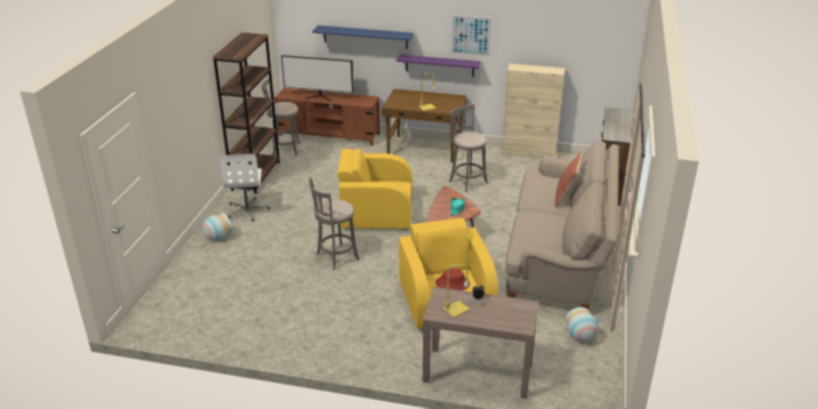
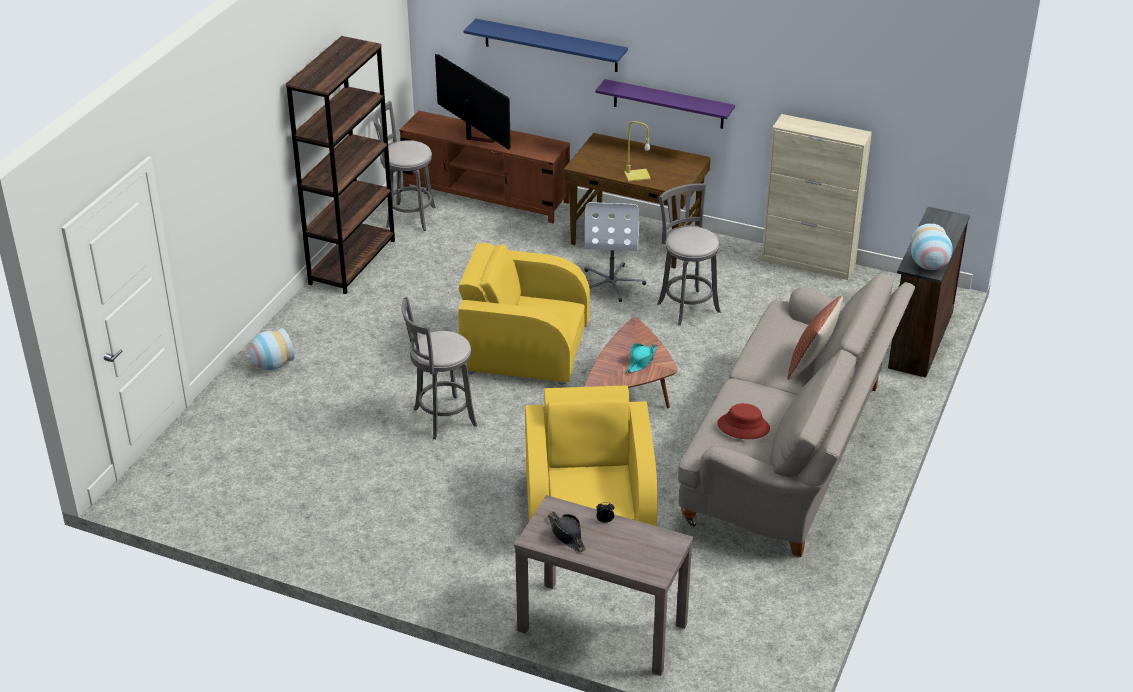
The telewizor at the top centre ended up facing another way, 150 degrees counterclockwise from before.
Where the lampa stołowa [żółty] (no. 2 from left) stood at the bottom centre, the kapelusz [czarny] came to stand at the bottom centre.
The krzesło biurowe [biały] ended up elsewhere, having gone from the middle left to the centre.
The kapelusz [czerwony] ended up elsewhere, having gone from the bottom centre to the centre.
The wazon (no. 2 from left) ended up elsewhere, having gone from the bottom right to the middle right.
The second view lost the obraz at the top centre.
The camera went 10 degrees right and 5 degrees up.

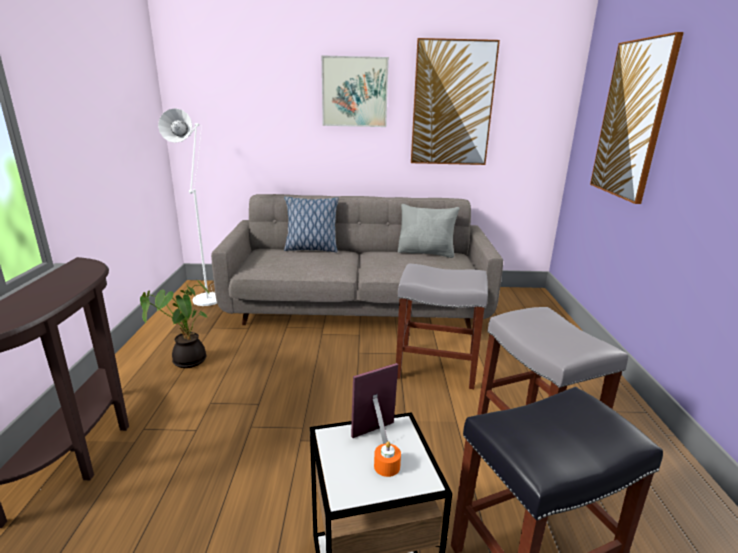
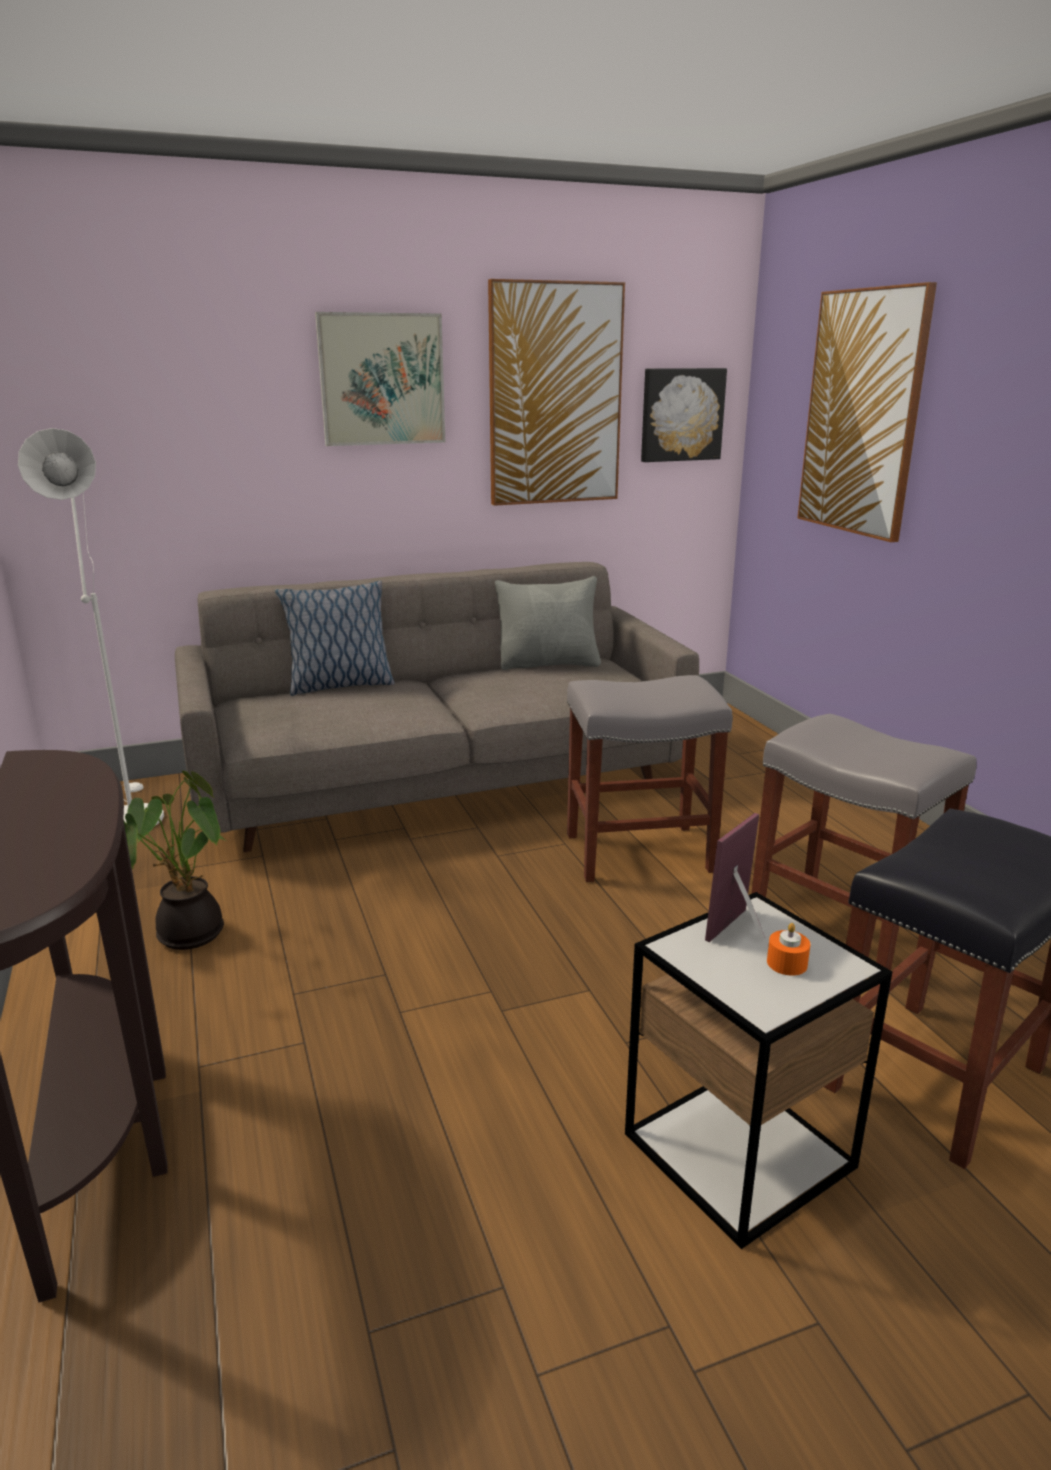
The second view gained the obraz (no. 3 from left) at the top centre.
The camera went 20 degrees left and 0 degrees up.

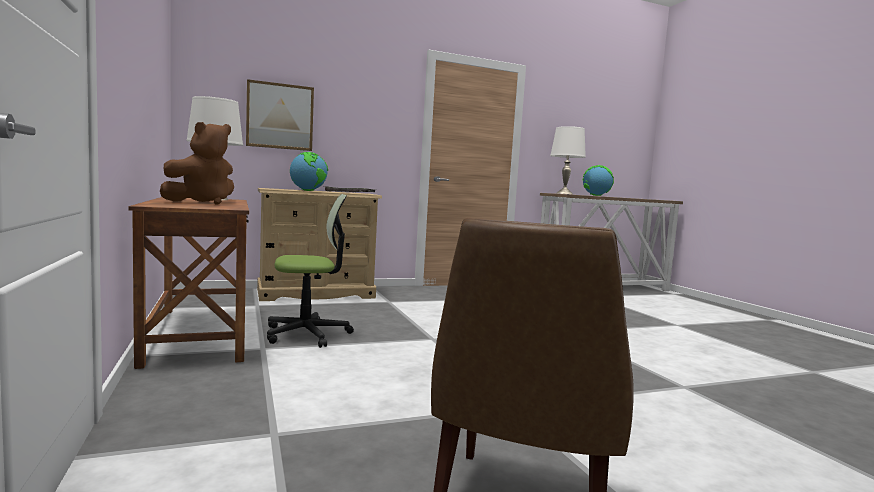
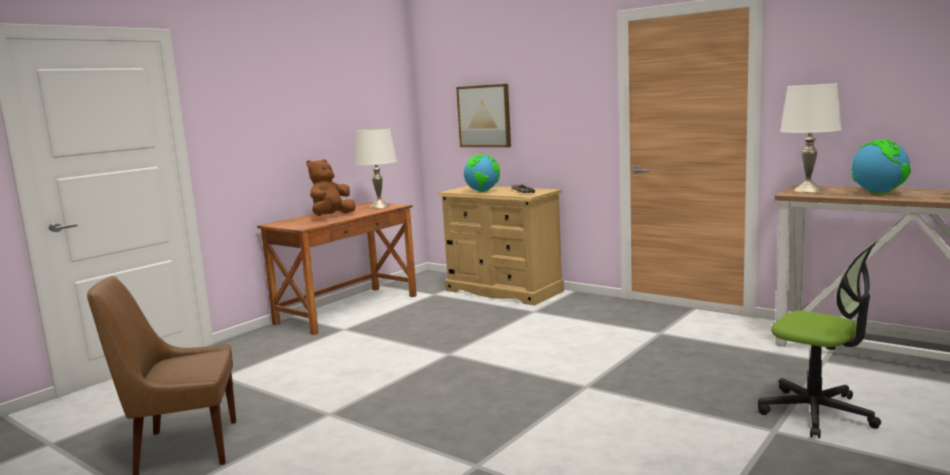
The pluszak [brązowy] at the top left ended up facing another way, 120 degrees clockwise from before.
The krzesło biurowe ended up elsewhere, having gone from the centre to the bottom right.
The camera went 60 degrees right and 5 degrees up.

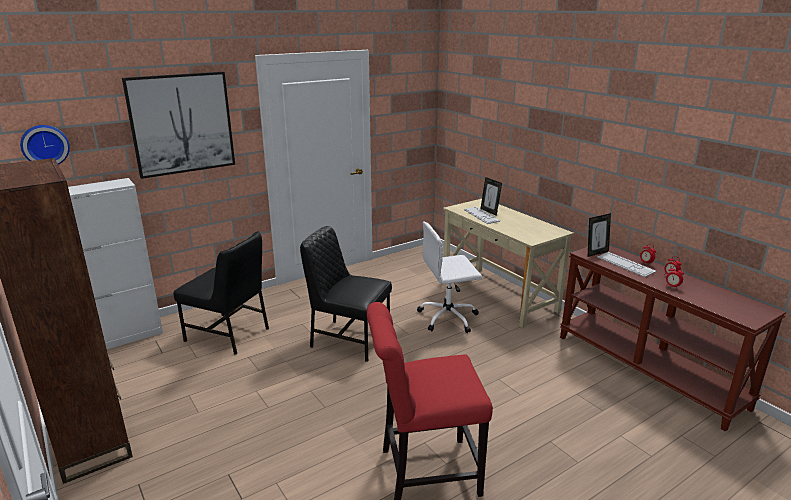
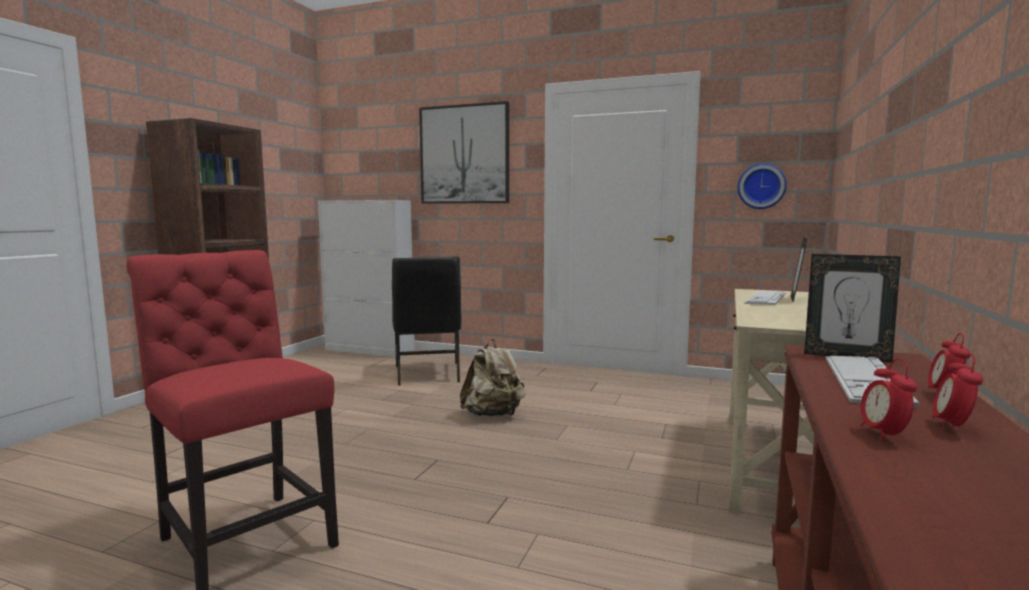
Where the krzesło [czarny] (no. 2 from left) stood at the centre, the plecak [beżowy] came to stand at the centre.
The zegar ścienny ended up elsewhere, having gone from the top left to the top right.
The second view lost the krzesło biurowe [biały] at the centre.
The camera went 55 degrees right and 15 degrees down.

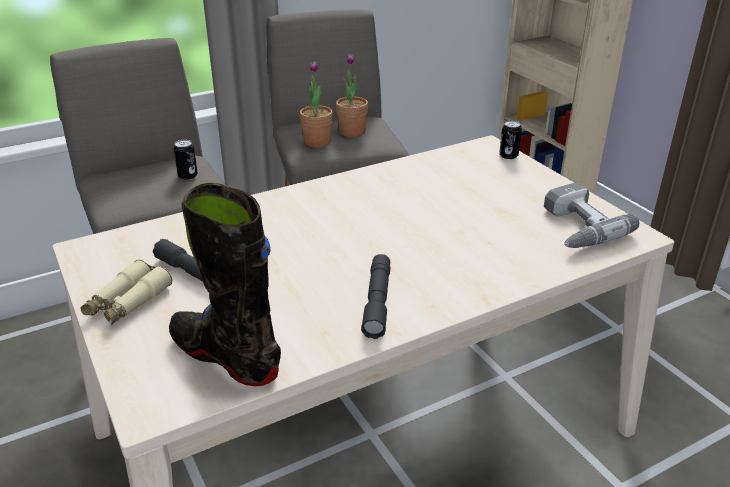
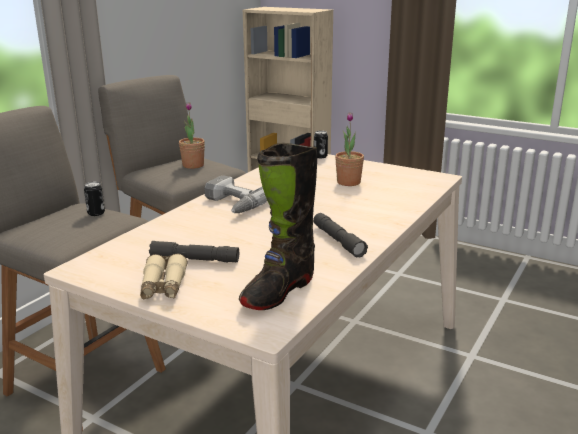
The wiertarka ended up elsewhere, having gone from the middle right to the centre.
The but z cholewką [czarny] at the middle left ended up facing another way, 60 degrees counterclockwise from before.
The roślina doniczkowa (no. 1 from left in the first image) ended up elsewhere, having gone from the top centre to the centre.
The camera went 30 degrees left and 10 degrees down.

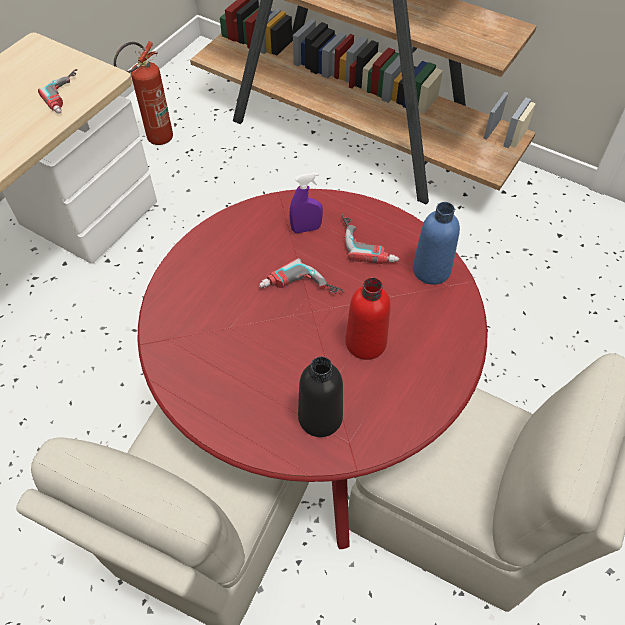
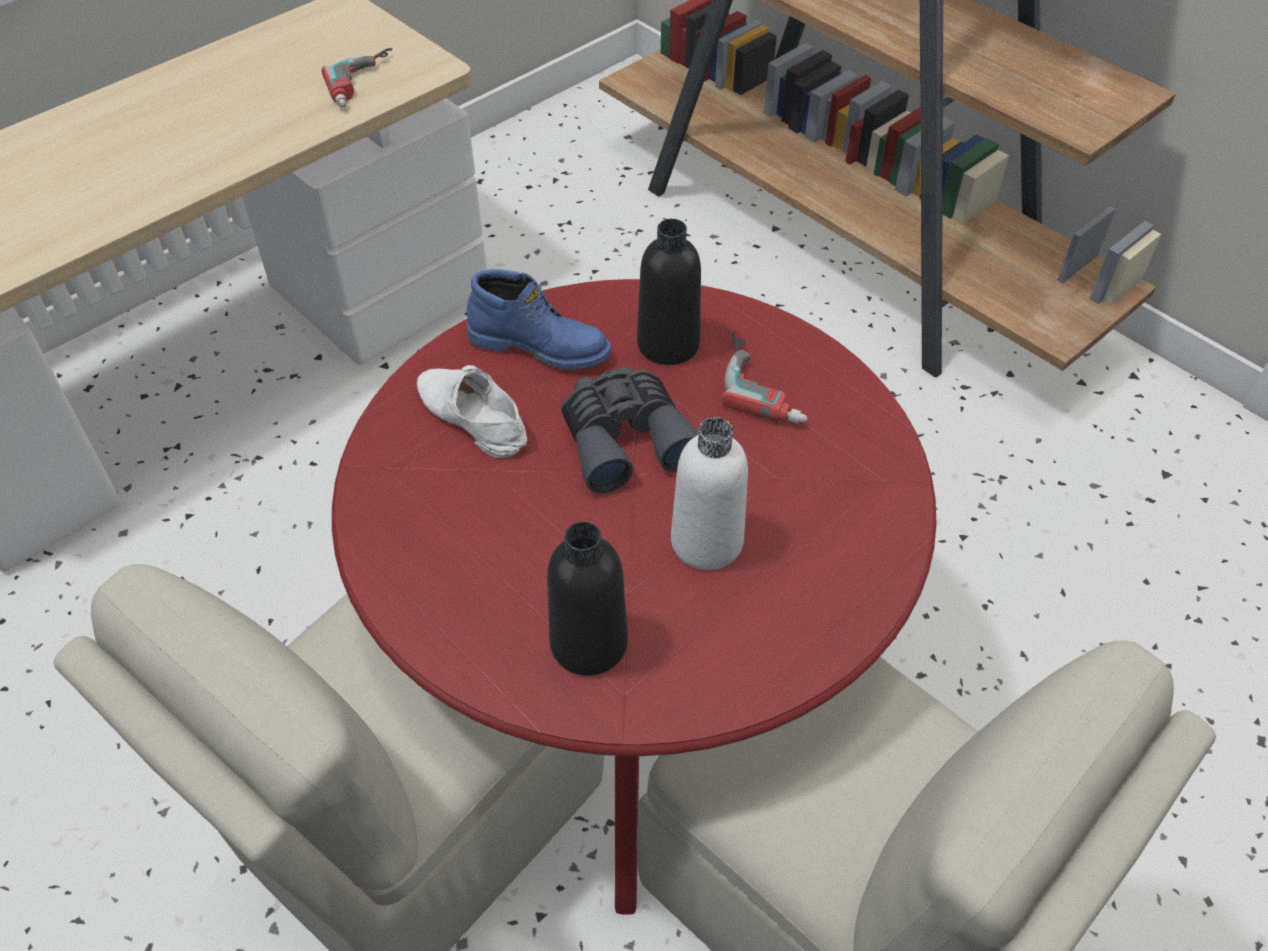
The second view gained the but [biały] at the centre.
The second view gained the but z cholewką [niebieski] at the centre.
Where the wiertarka (no. 2 from left) stood at the centre, the lornetka [szary] came to stand at the centre.
Where the spryskiwacz [fioletowy] stood at the top centre, the butelka [czarny] (no. 2 from left) came to stand at the top centre.
What was the butelka [czerwony] at the centre turned into the butelka [biały] at the centre.
The second view lost the gaśnica at the top left.
The second view lost the butelka [niebieski] at the middle right.
The camera went 15 degrees right and 5 degrees down.

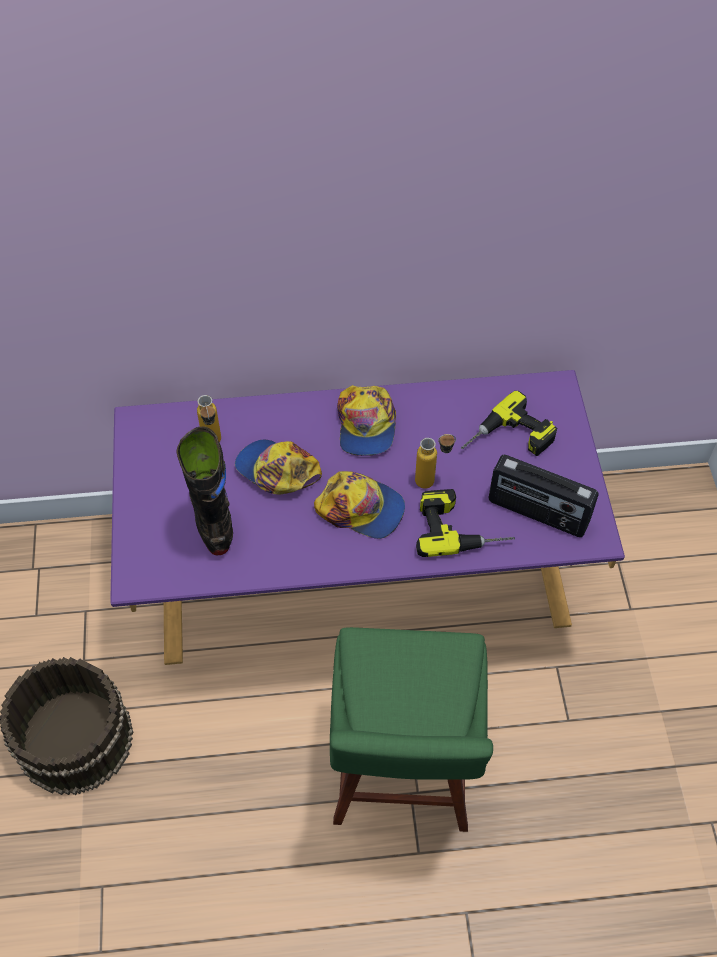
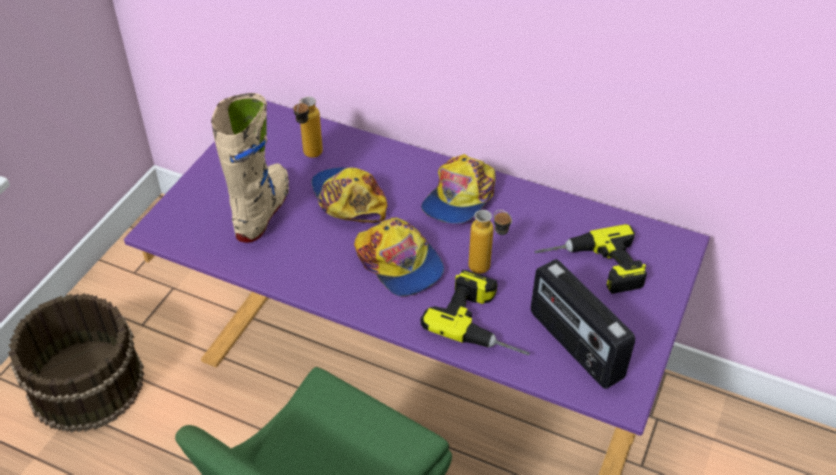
What was the but z cholewką [czarny] at the middle left turned into the but z cholewką [beżowy] at the middle left.
The camera went 30 degrees right and 10 degrees down.

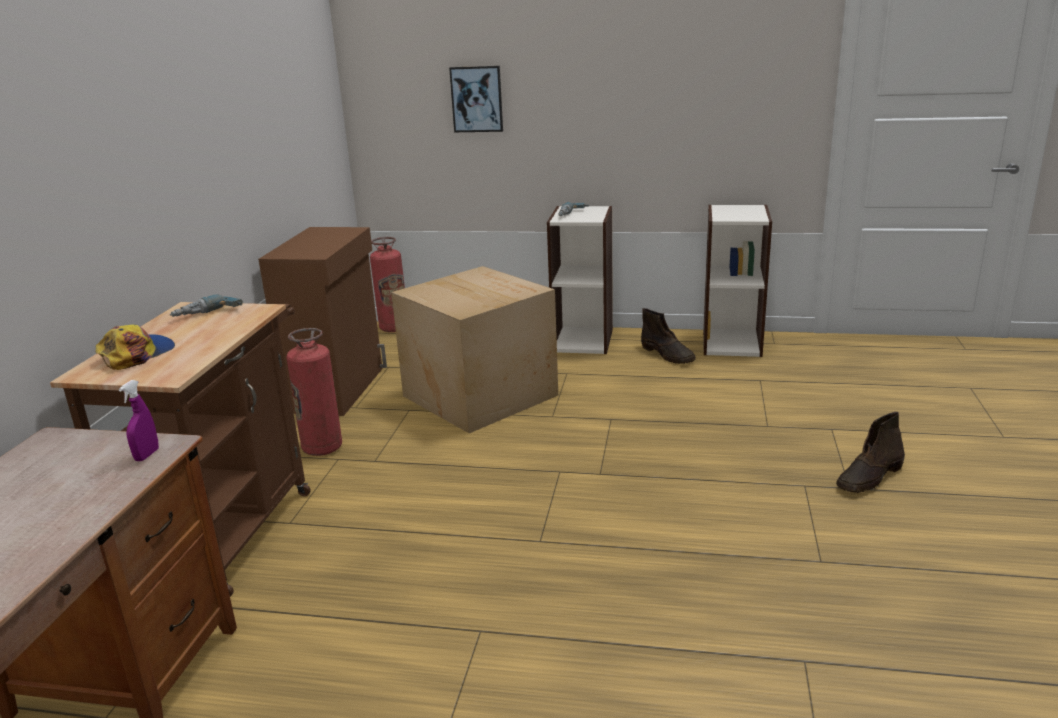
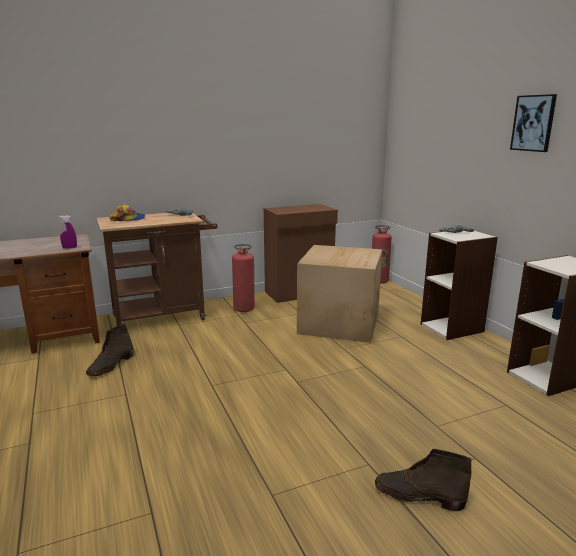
The but z cholewką [brązowy] (no. 1 from left) ended up elsewhere, having gone from the centre to the middle left.
The obraz ended up elsewhere, having gone from the top centre to the top right.
The camera went 55 degrees right and 5 degrees down.

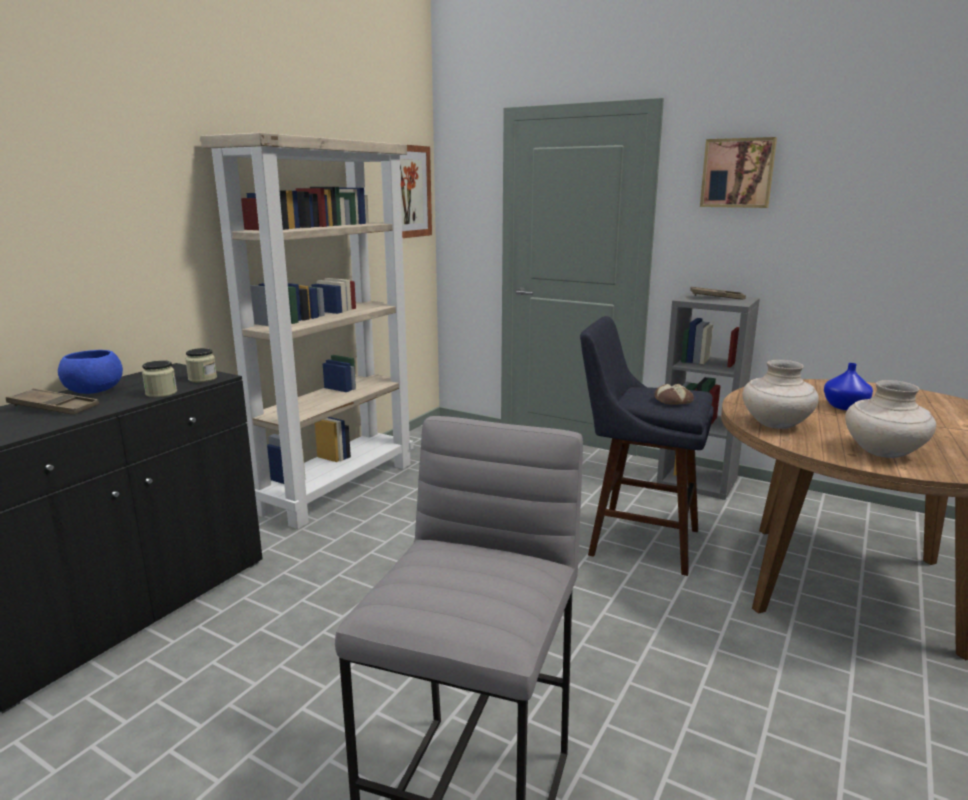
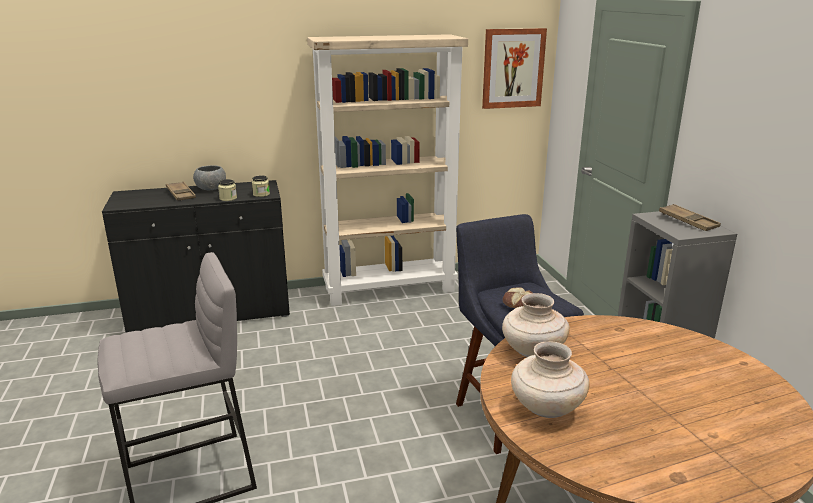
What was the miska [niebieski] at the middle left turned into the miska [szary] at the middle left.
The second view lost the obraz (no. 2 from left) at the top right.
The second view lost the wazon [niebieski] at the middle right.
The camera went 45 degrees right and 5 degrees up.

